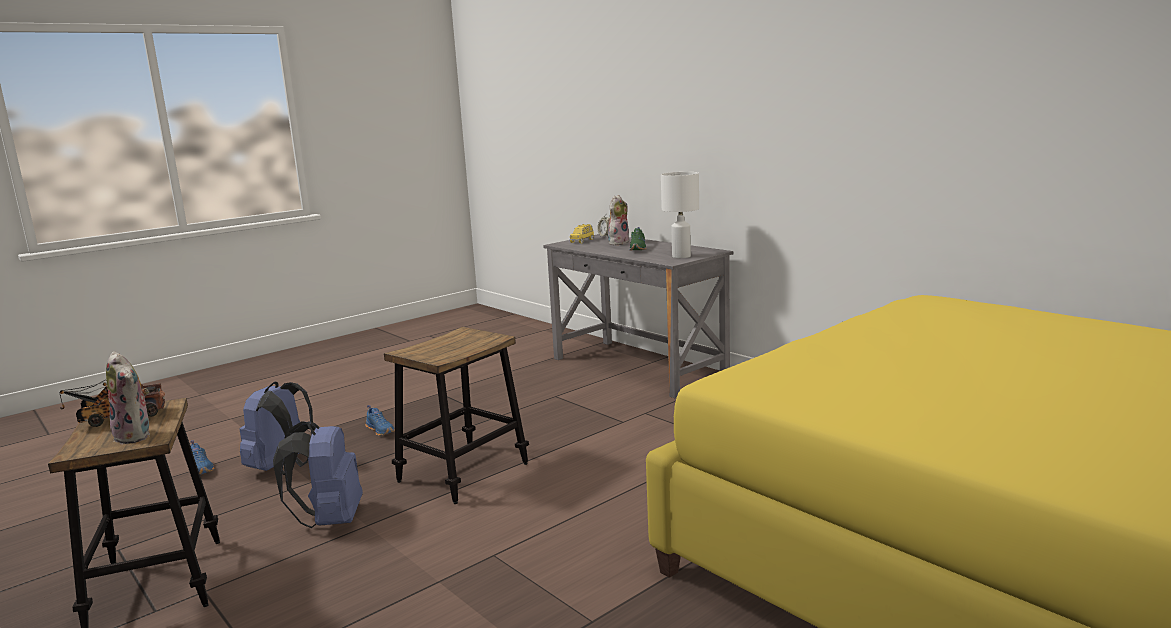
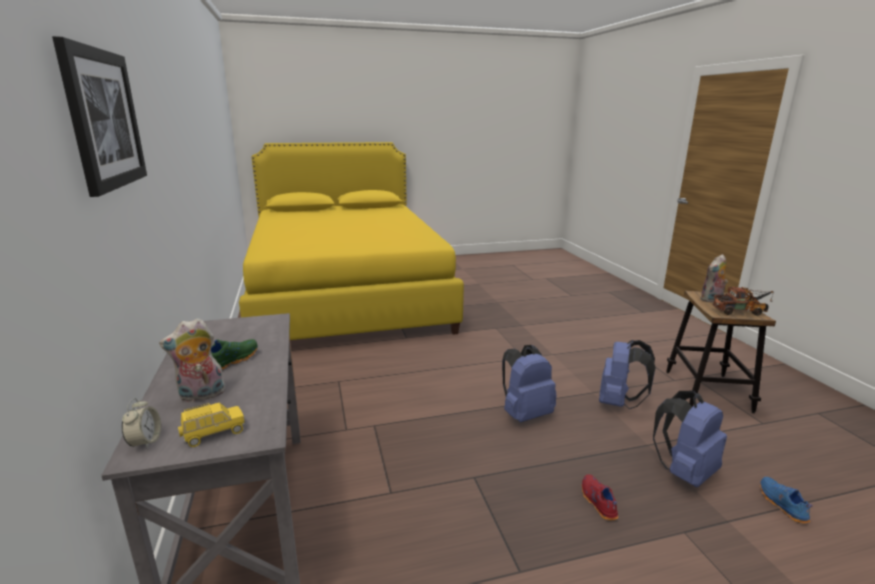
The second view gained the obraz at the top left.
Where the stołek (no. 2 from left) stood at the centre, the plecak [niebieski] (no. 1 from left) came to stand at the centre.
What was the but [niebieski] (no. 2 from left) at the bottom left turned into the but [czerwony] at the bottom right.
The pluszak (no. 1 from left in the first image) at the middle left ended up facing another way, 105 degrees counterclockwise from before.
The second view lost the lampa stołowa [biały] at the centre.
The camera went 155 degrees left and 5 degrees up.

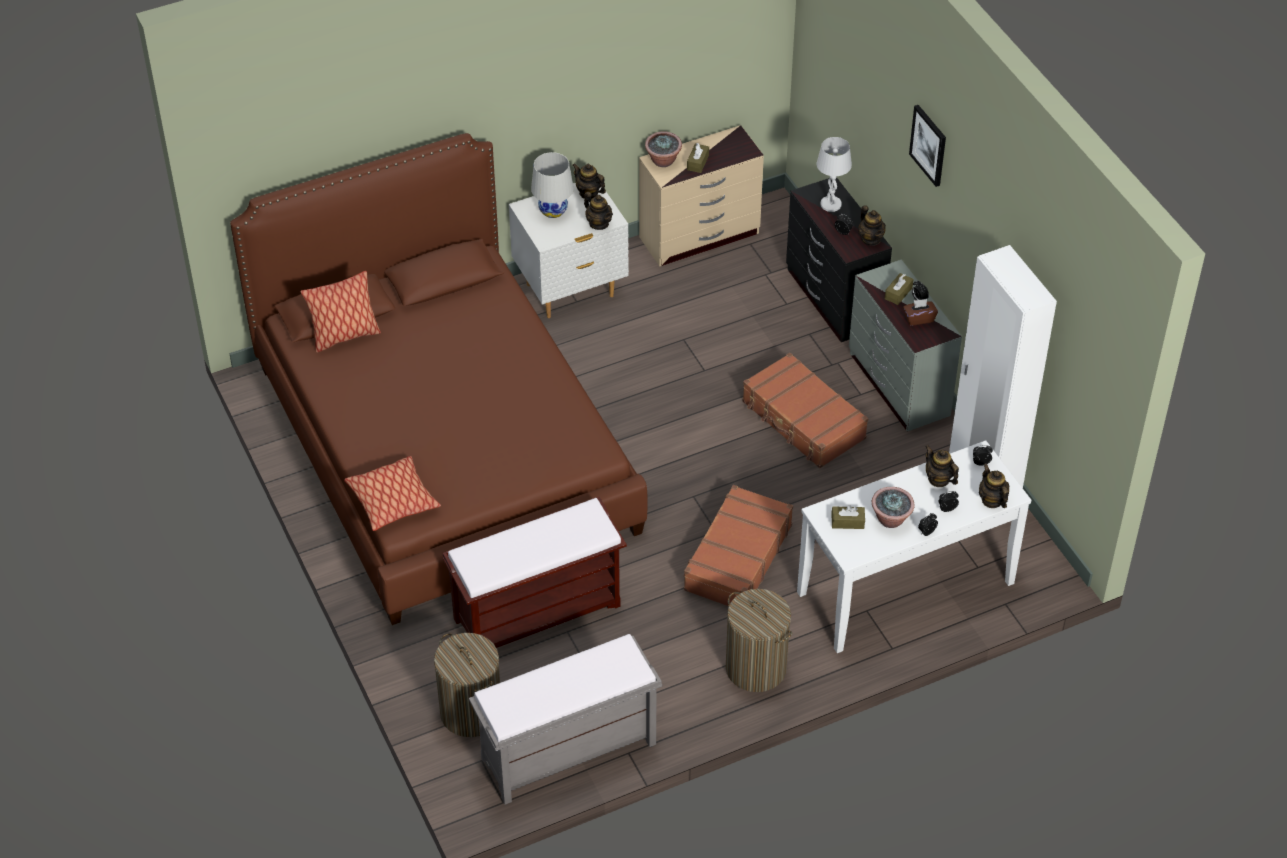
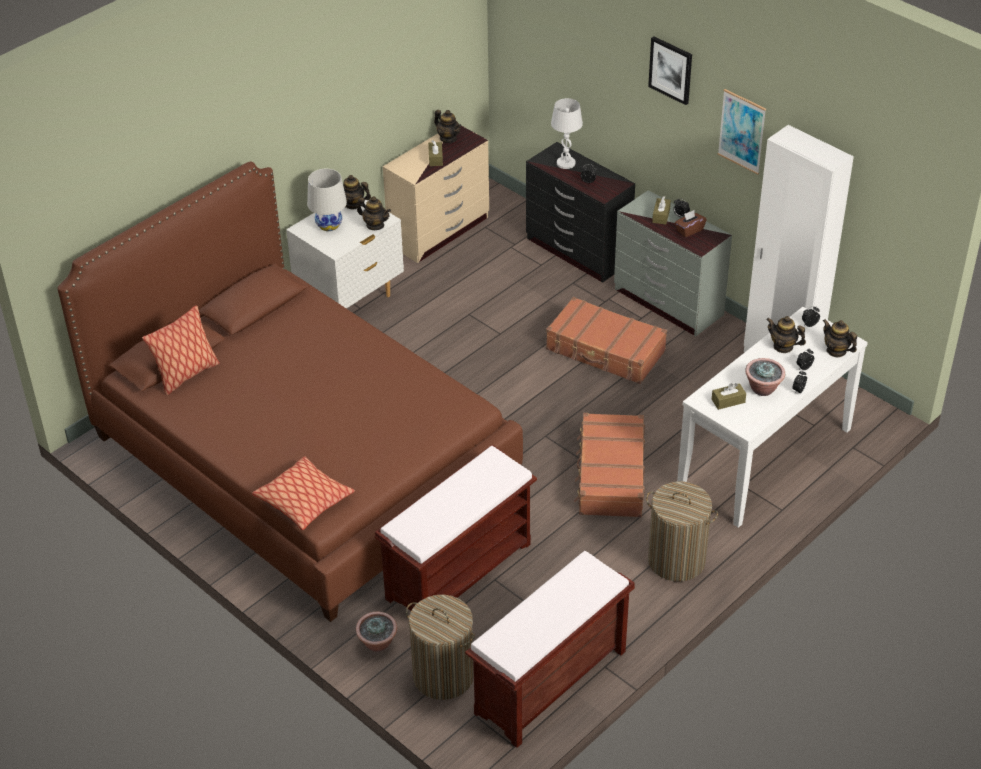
The roślina doniczkowa (no. 1 from left) ended up elsewhere, having gone from the top centre to the bottom centre.
The imbryk (no. 3 from left) ended up elsewhere, having gone from the top right to the top centre.
What was the ławka [szary] at the bottom centre turned into the ławka [brązowy] (no. 2 from left) at the bottom centre.
The second view gained the obraz (no. 2 from left) at the top right.
The camera went 20 degrees left and 5 degrees down.

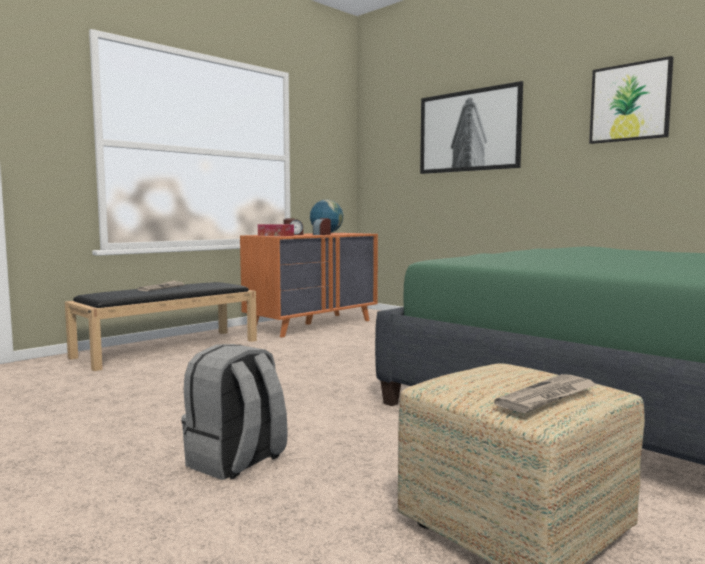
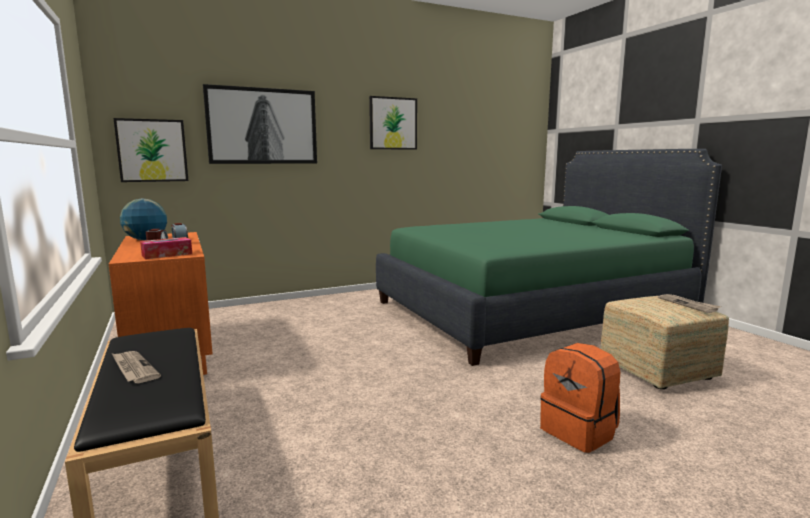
The second view gained the obraz (no. 1 from left) at the top left.
What was the plecak [szary] at the bottom left turned into the plecak [pomarańczowy] at the bottom right.
The camera went 70 degrees left and 5 degrees up.

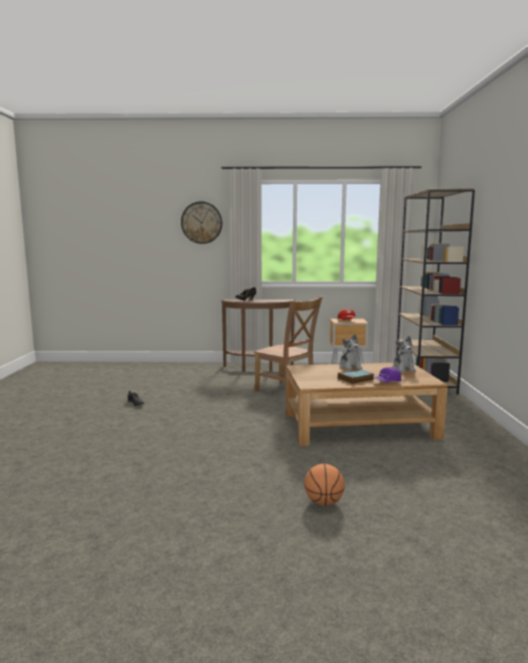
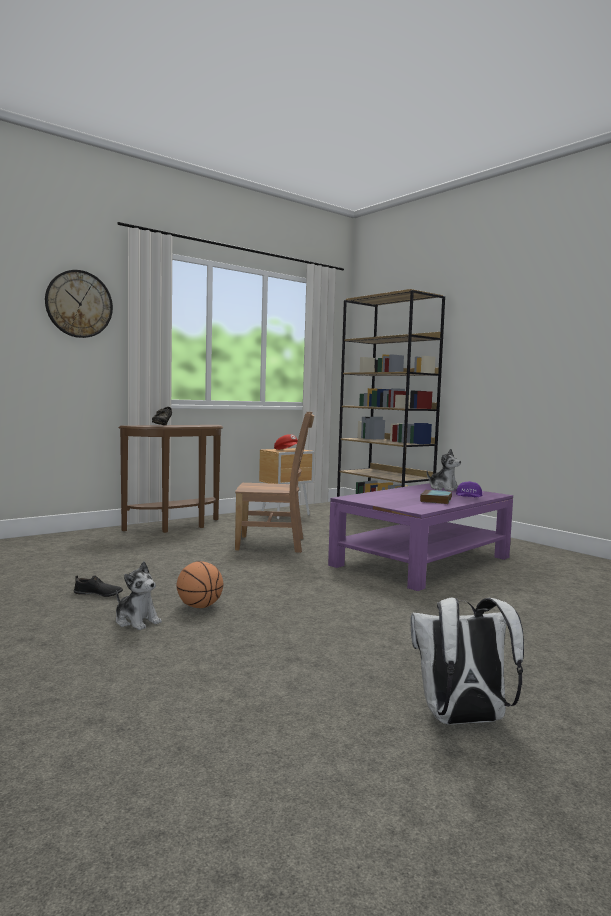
The pluszak (no. 1 from left) ended up elsewhere, having gone from the centre to the middle left.
The piłka do koszykówki ended up elsewhere, having gone from the bottom centre to the middle left.
What was the ława [brązowy] at the middle right turned into the ława [fioletowy] at the middle right.
The second view gained the plecak [biały] at the bottom right.
The camera went 40 degrees left and 5 degrees down.

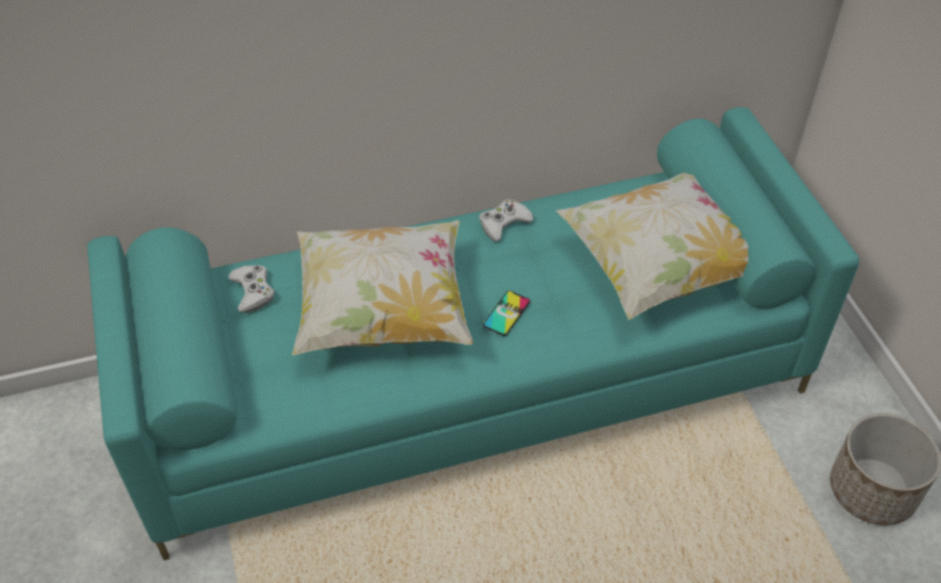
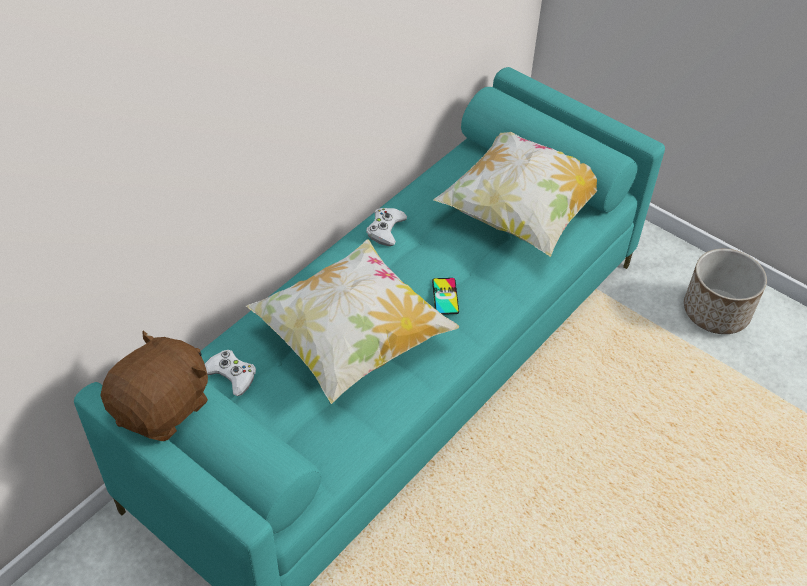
The second view gained the pluszak [brązowy] at the middle left.
The camera went 35 degrees left and 0 degrees up.

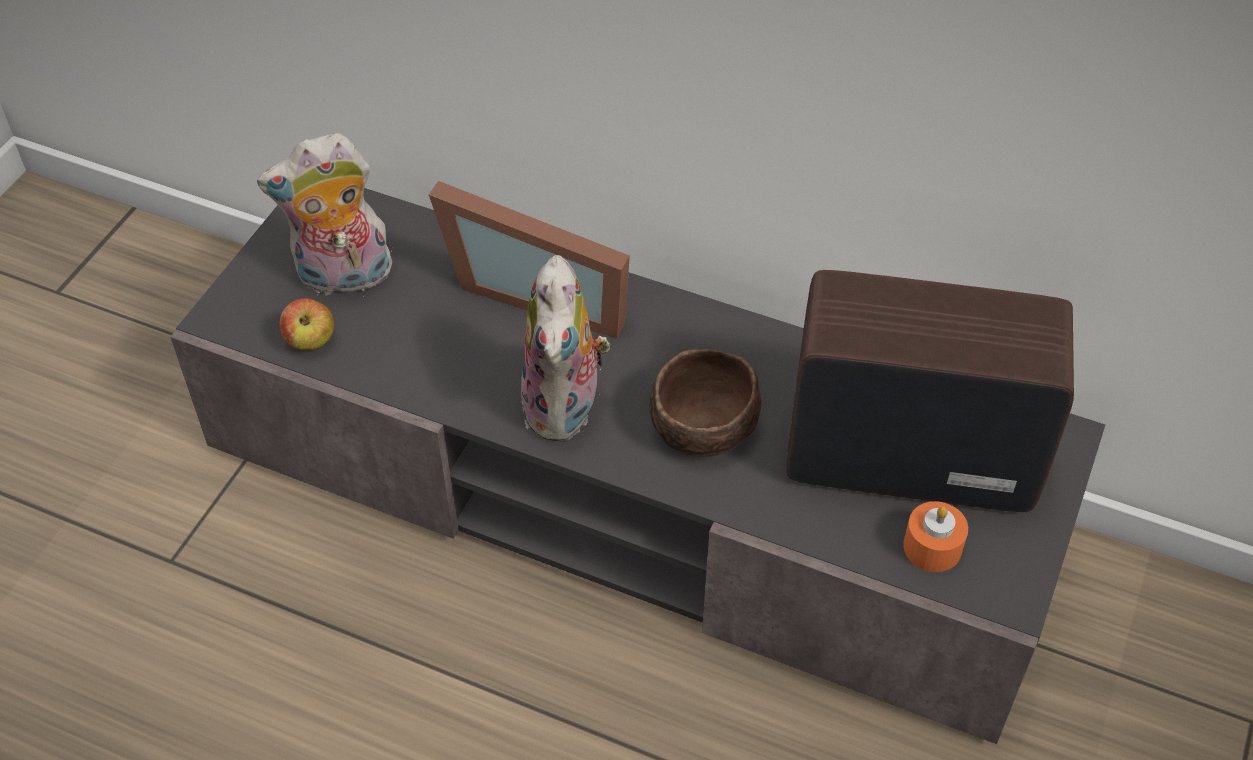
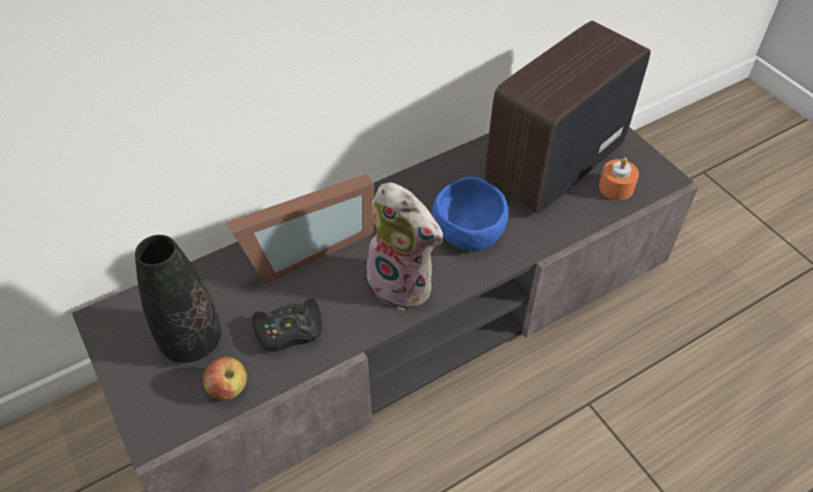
Where the pluszak (no. 1 from left) stood at the top left, the wazon [czarny] came to stand at the middle left.
The second view gained the pad do gier [czarny] at the centre.
What was the miska [brązowy] at the centre turned into the miska [niebieski] at the centre.
The camera went 55 degrees left and 0 degrees up.

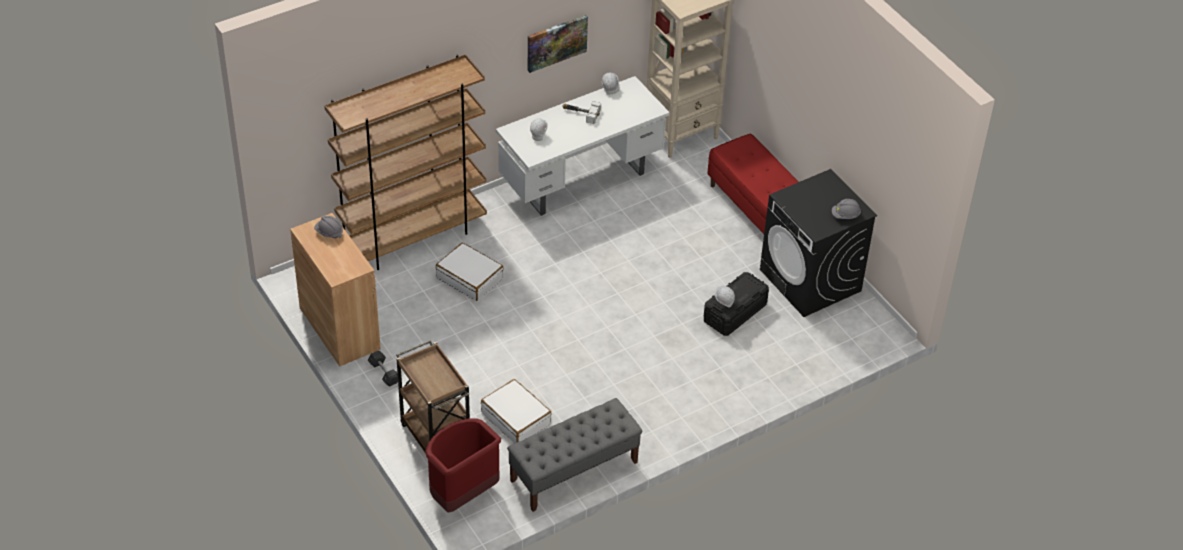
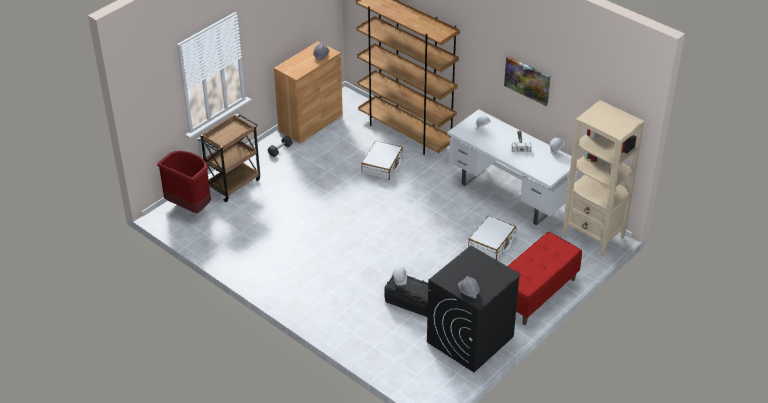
The walizka [biały] (no. 2 from left) ended up elsewhere, having gone from the bottom centre to the centre.
The second view lost the ławka [szary] at the bottom centre.
The camera went 75 degrees right and 5 degrees down.

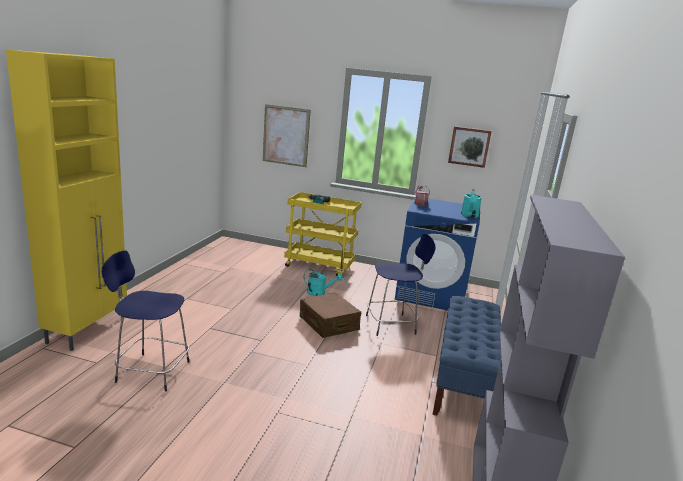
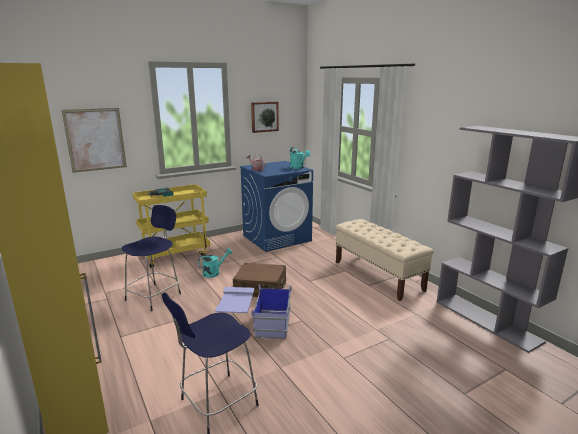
The stołek [niebieski] (no. 2 from left in the first image) ended up elsewhere, having gone from the centre to the middle left.
The second view gained the pojemnik do przechowywania [niebieski] at the bottom centre.
What was the ławka [niebieski] at the bottom right turned into the ławka [beżowy] at the centre.
The camera went 45 degrees left and 0 degrees up.

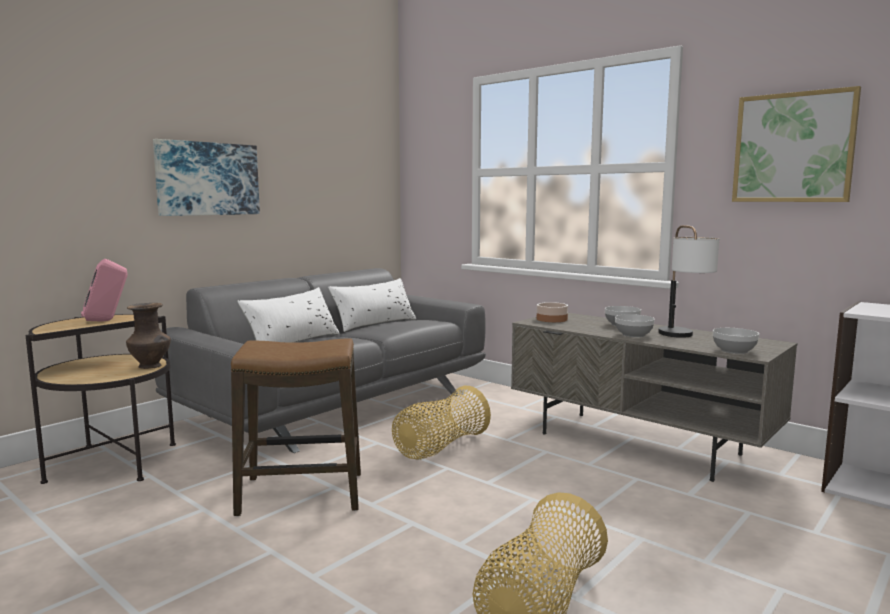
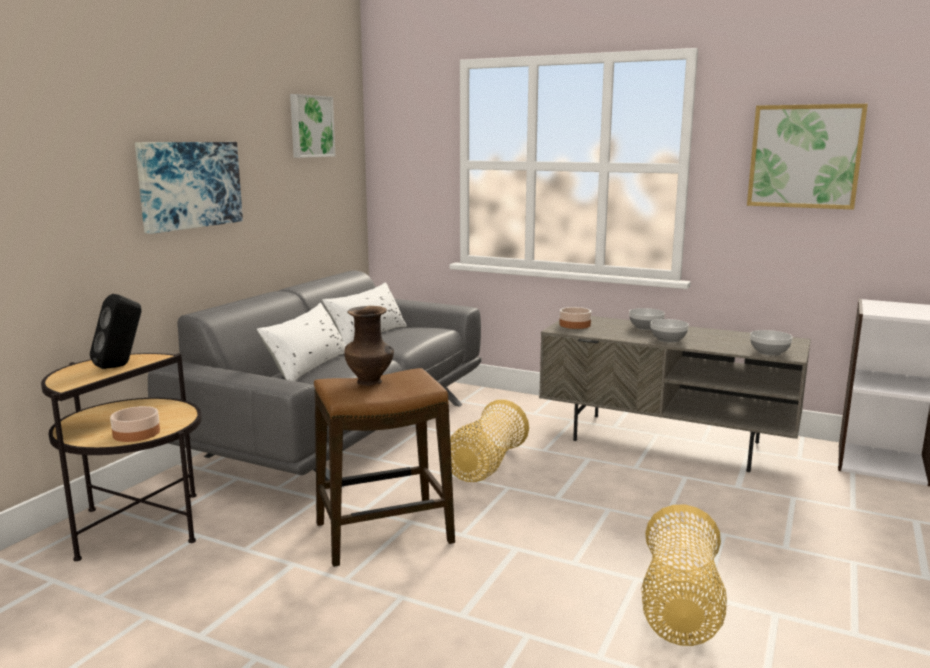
What was the głośnik [różowy] at the middle left turned into the głośnik [czarny] at the middle left.
The second view gained the miska (no. 1 from left) at the middle left.
The second view gained the obraz (no. 2 from left) at the top centre.
The wazon [brązowy] ended up elsewhere, having gone from the middle left to the centre.
The second view lost the lampa stołowa at the middle right.
The camera went 15 degrees left and 5 degrees up.

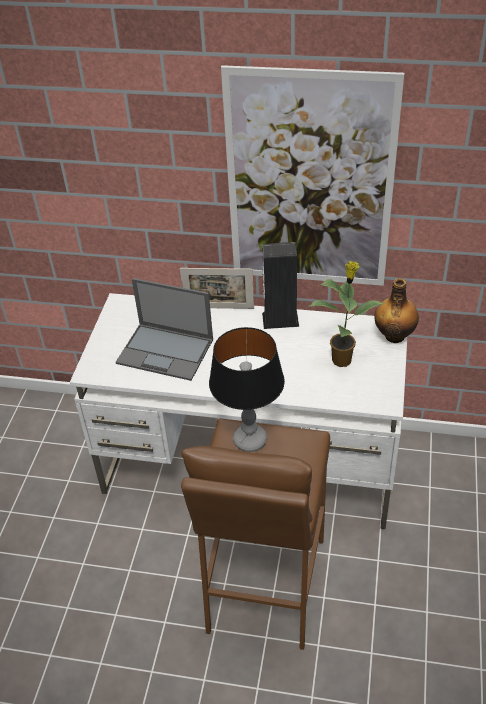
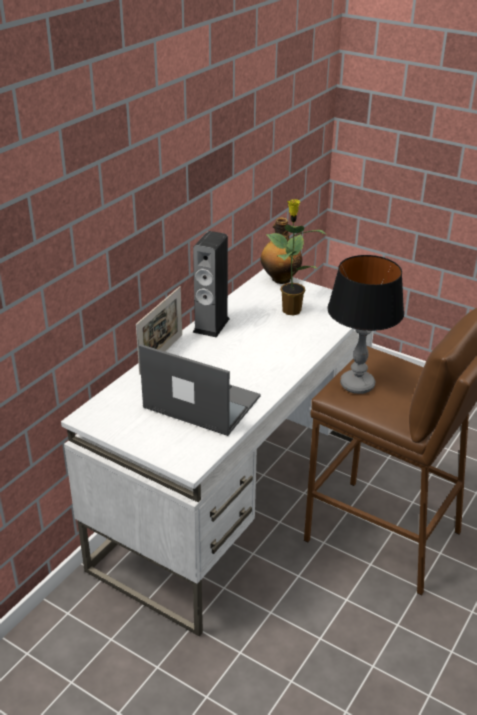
The laptop at the centre ended up facing another way, 105 degrees counterclockwise from before.
The second view lost the obraz at the top centre.
The camera went 70 degrees left and 10 degrees down.

